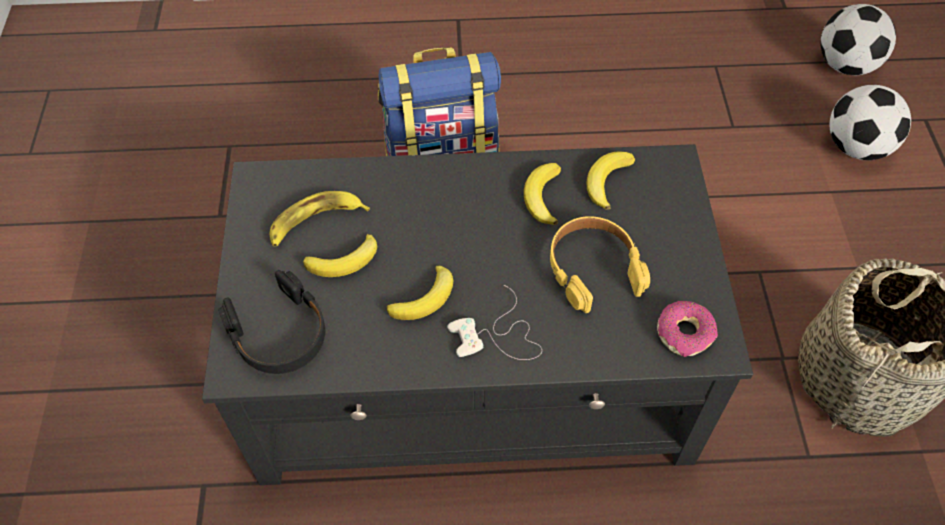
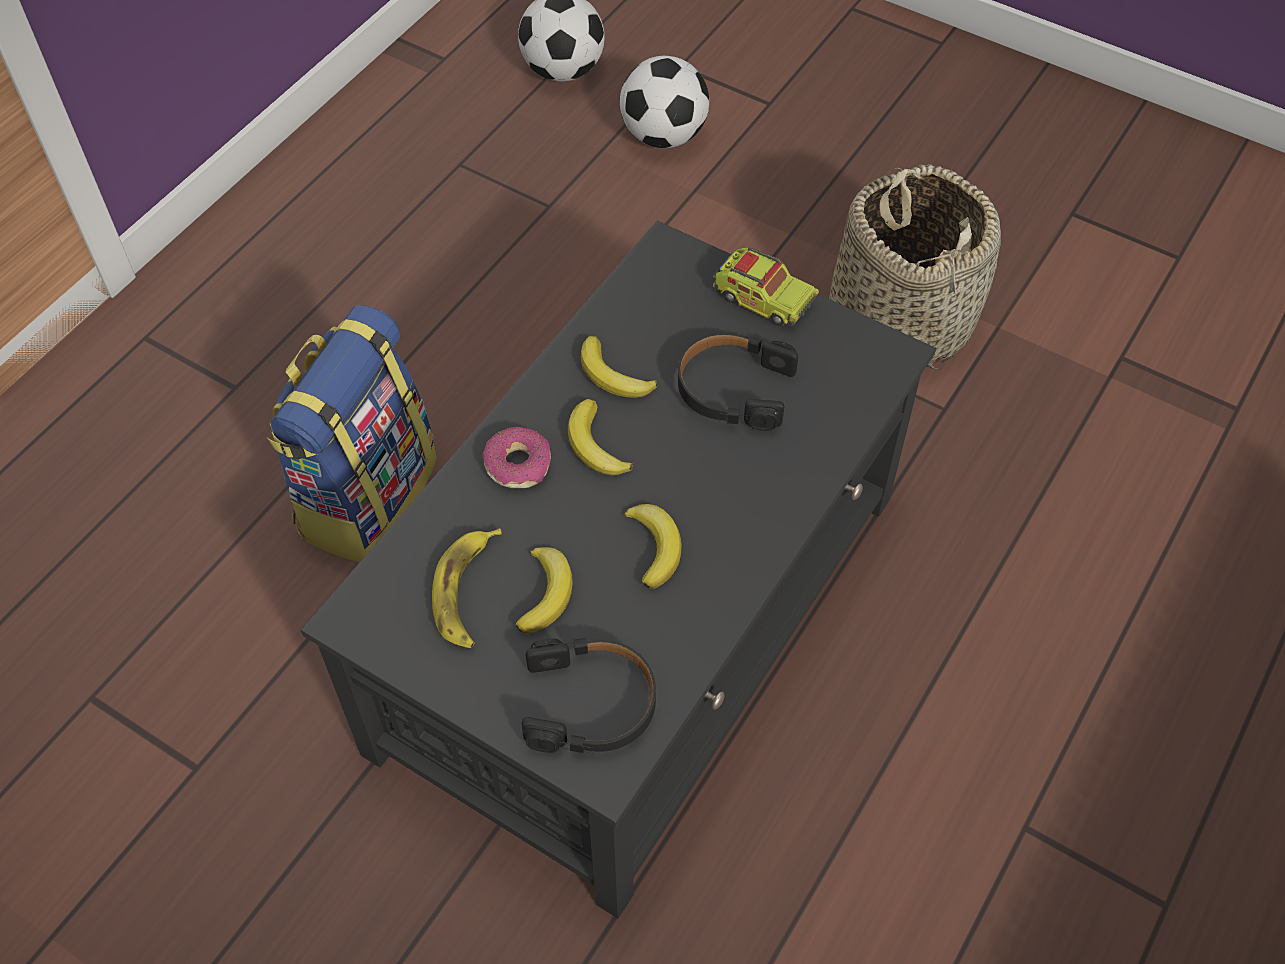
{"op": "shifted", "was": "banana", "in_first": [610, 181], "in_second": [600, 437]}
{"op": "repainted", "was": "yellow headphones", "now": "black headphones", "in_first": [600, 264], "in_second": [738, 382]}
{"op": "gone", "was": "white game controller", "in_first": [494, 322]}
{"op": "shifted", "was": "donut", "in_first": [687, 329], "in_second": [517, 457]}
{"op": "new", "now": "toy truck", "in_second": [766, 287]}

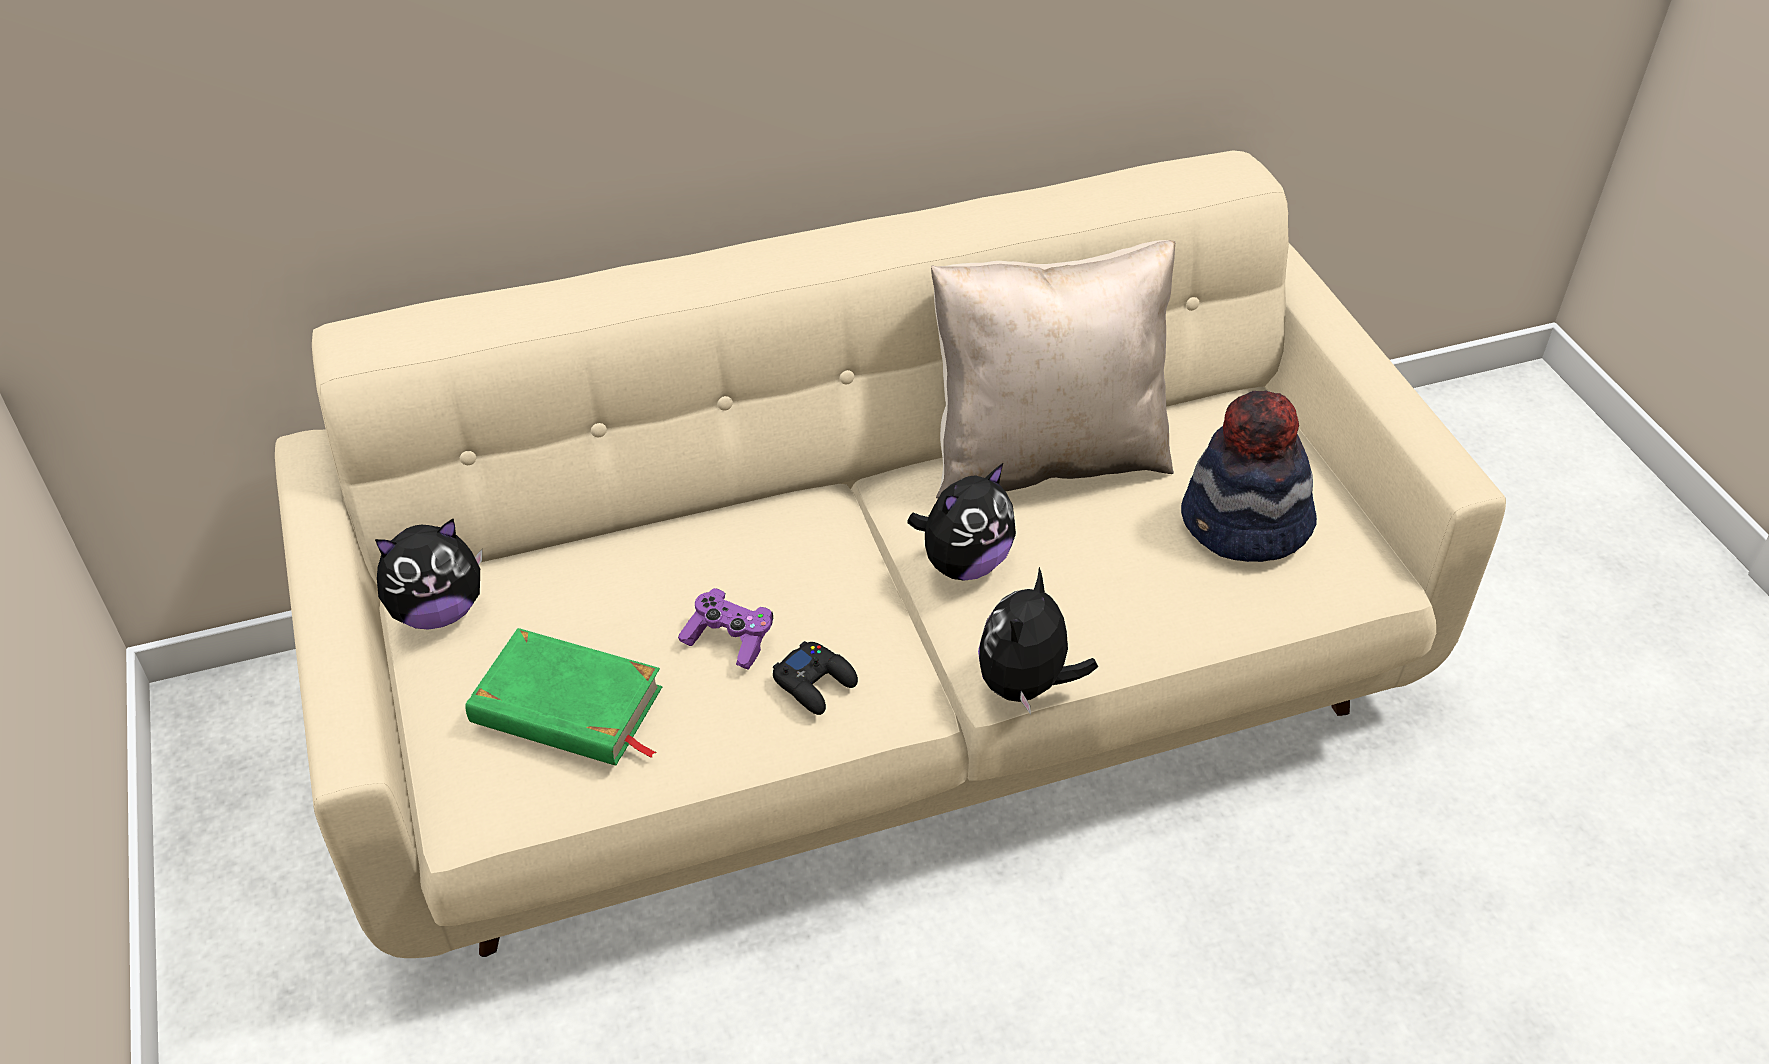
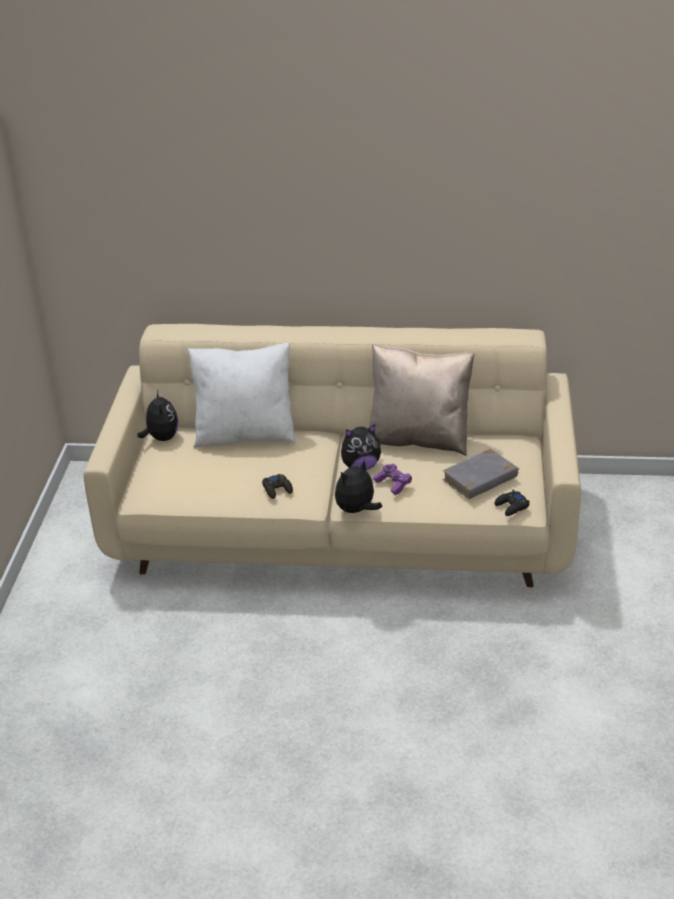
{"op": "swapped", "was": "hat", "now": "grey book", "in_first": [1249, 476], "in_second": [480, 474]}
{"op": "rotated", "was": "plush toy", "in_first": [428, 574], "in_second": [158, 415], "clockwise": -105}
{"op": "shifted", "was": "purple game controller", "in_first": [725, 629], "in_second": [392, 479]}
{"op": "gone", "was": "green book", "in_first": [563, 697]}
{"op": "new", "now": "white pillow", "in_second": [241, 395]}
{"op": "new", "now": "black game controller", "in_second": [512, 502]}

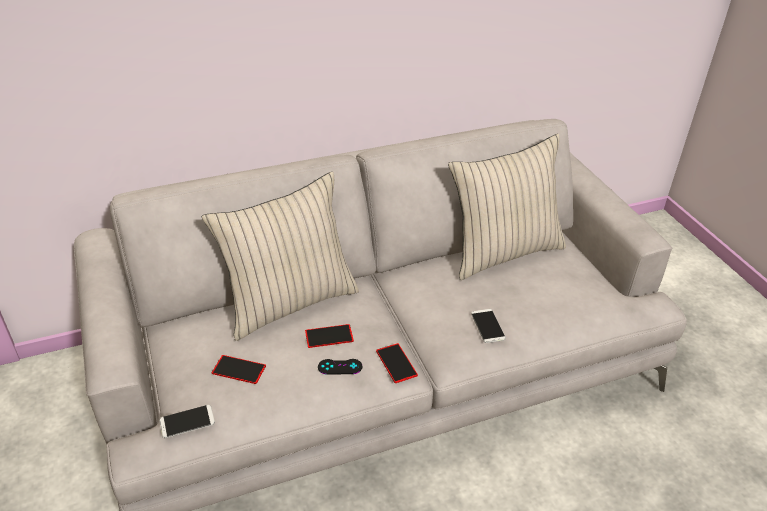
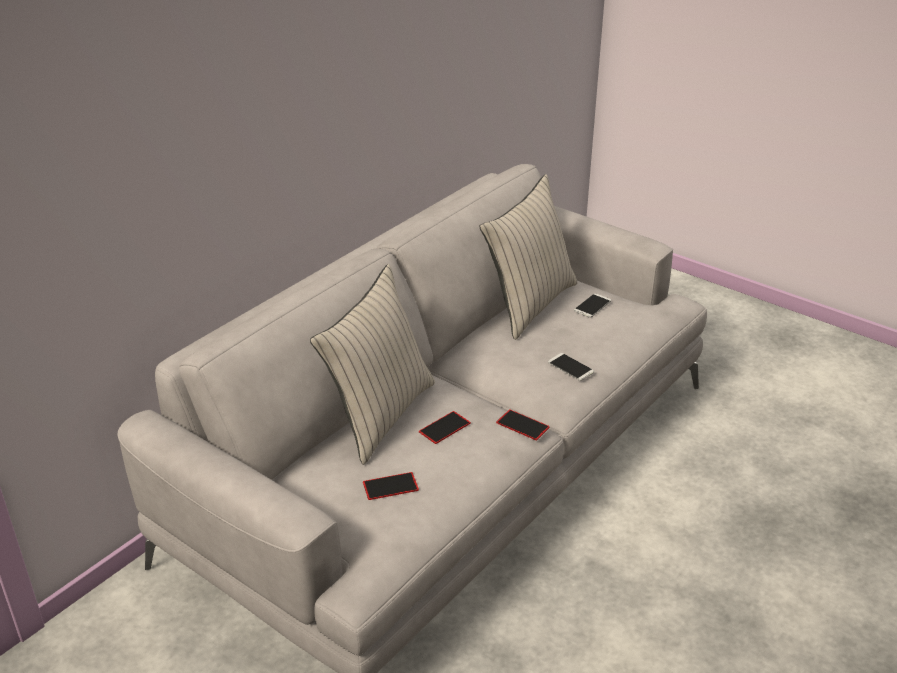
{"op": "gone", "was": "black game controller", "in_first": [340, 367]}
{"op": "shifted", "was": "phone", "in_first": [187, 421], "in_second": [592, 306]}

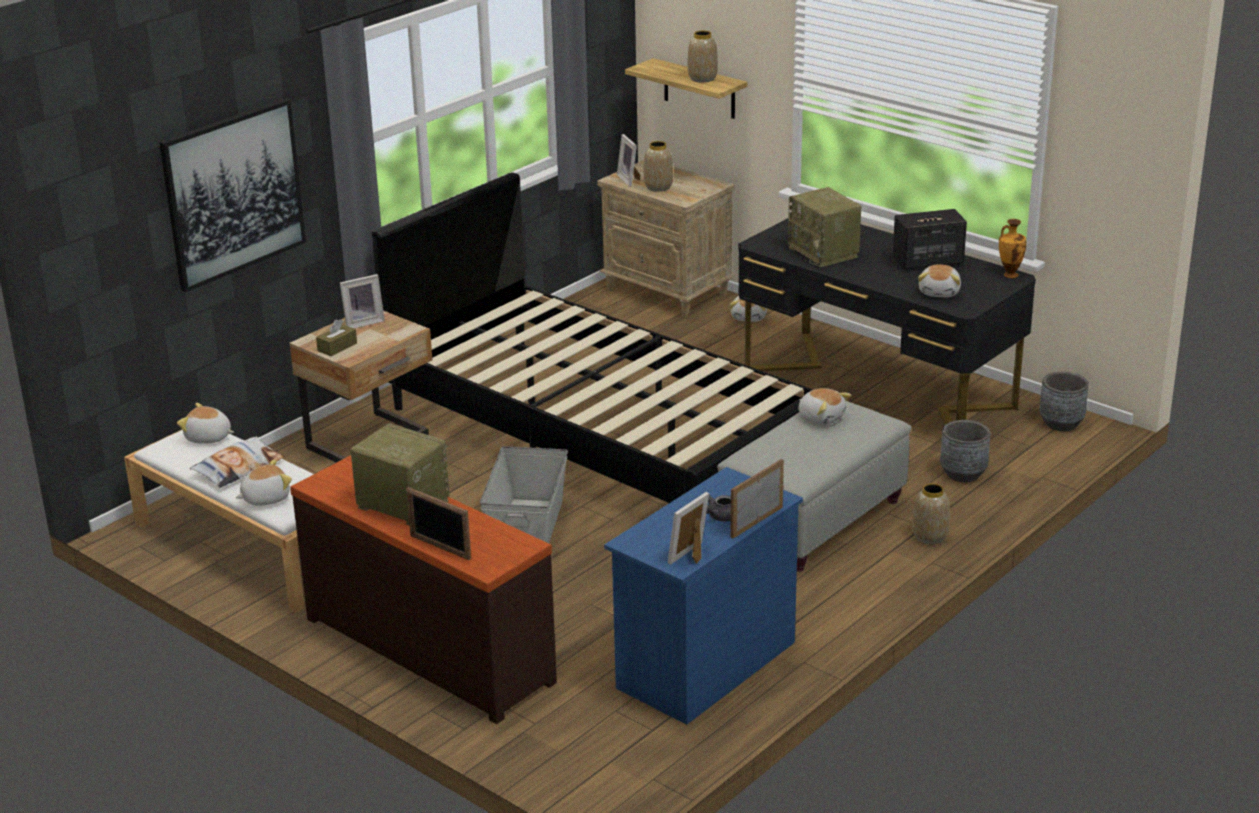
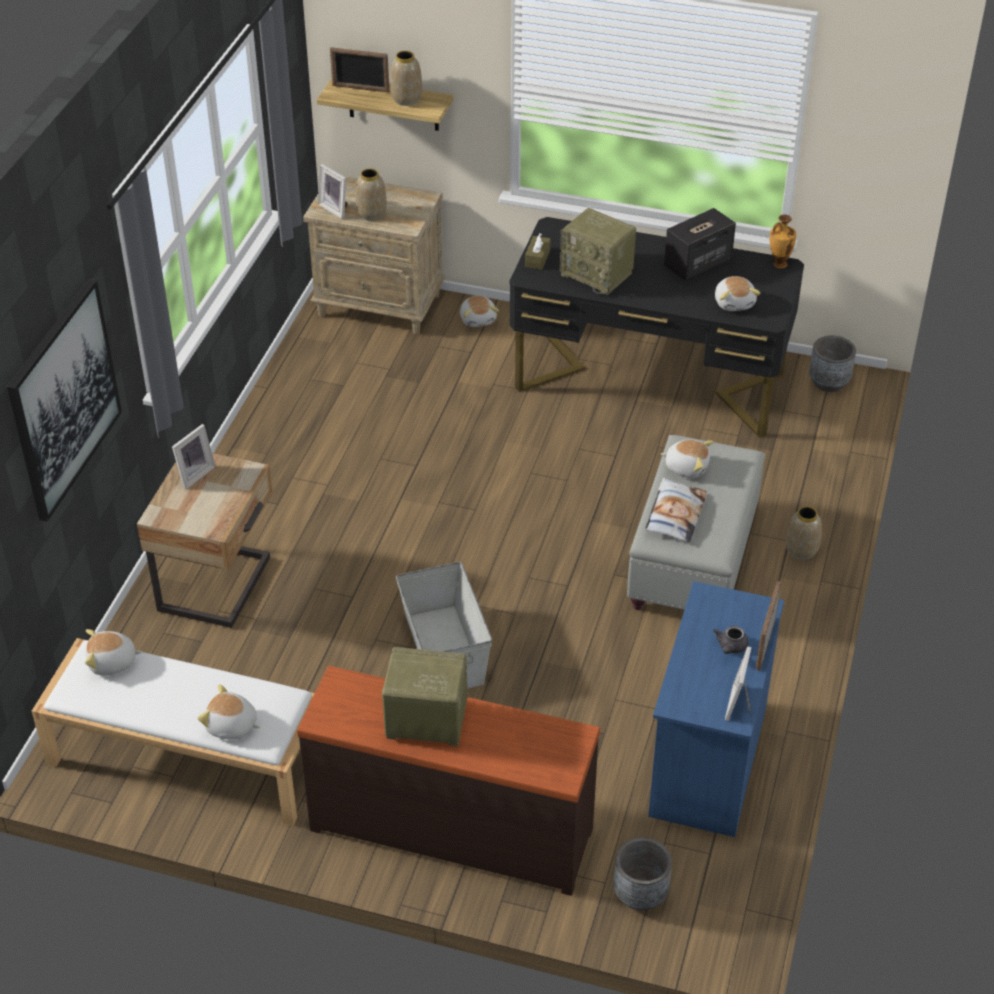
{"op": "gone", "was": "black bed", "in_first": [592, 337]}
{"op": "shifted", "was": "brown tissue box", "in_first": [336, 337], "in_second": [537, 251]}
{"op": "shifted", "was": "grey planter", "in_first": [965, 451], "in_second": [642, 874]}
{"op": "shifted", "was": "pillow", "in_first": [237, 462], "in_second": [676, 510]}
{"op": "rotated", "was": "plush toy", "in_first": [263, 482], "in_second": [229, 711], "clockwise": -105}
{"op": "shifted", "was": "picture frame", "in_first": [438, 523], "in_second": [359, 69]}

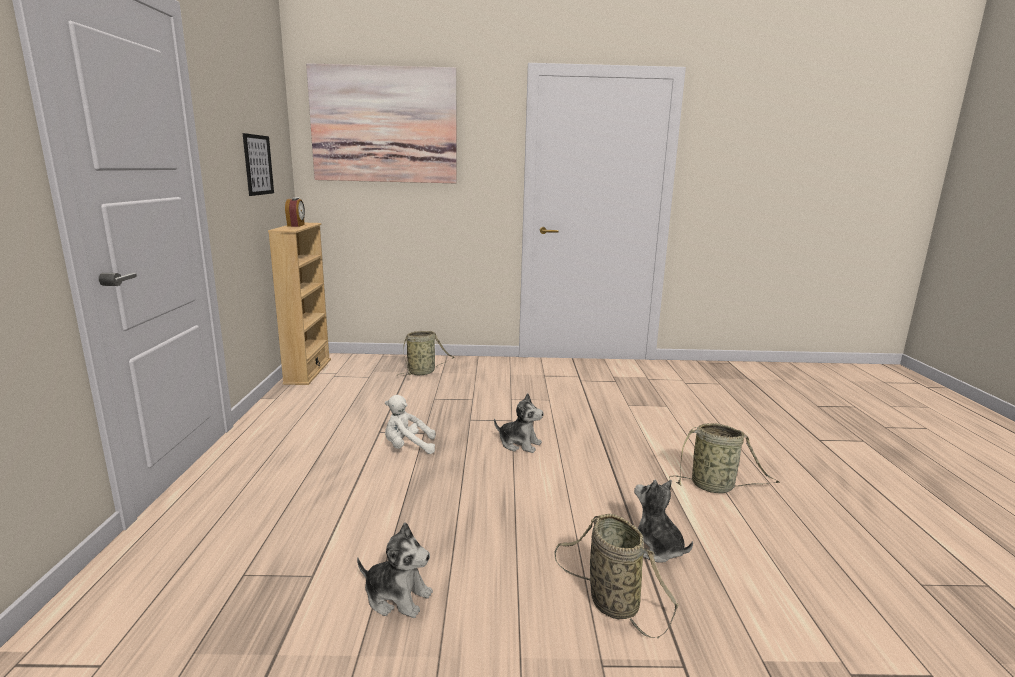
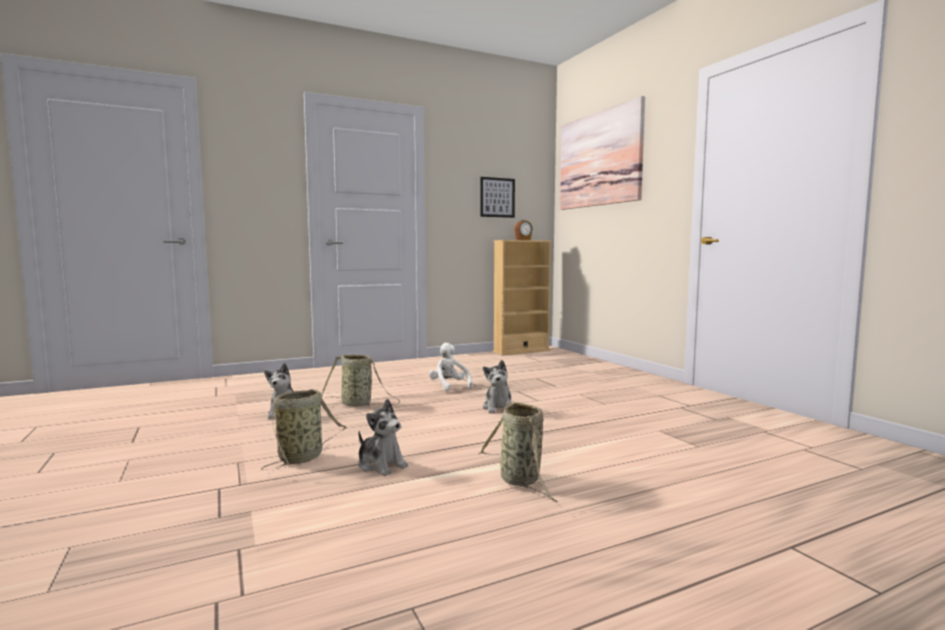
{"op": "shifted", "was": "basket", "in_first": [426, 353], "in_second": [360, 381]}
{"op": "rotated", "was": "plush toy", "in_first": [663, 521], "in_second": [383, 437], "clockwise": 105}

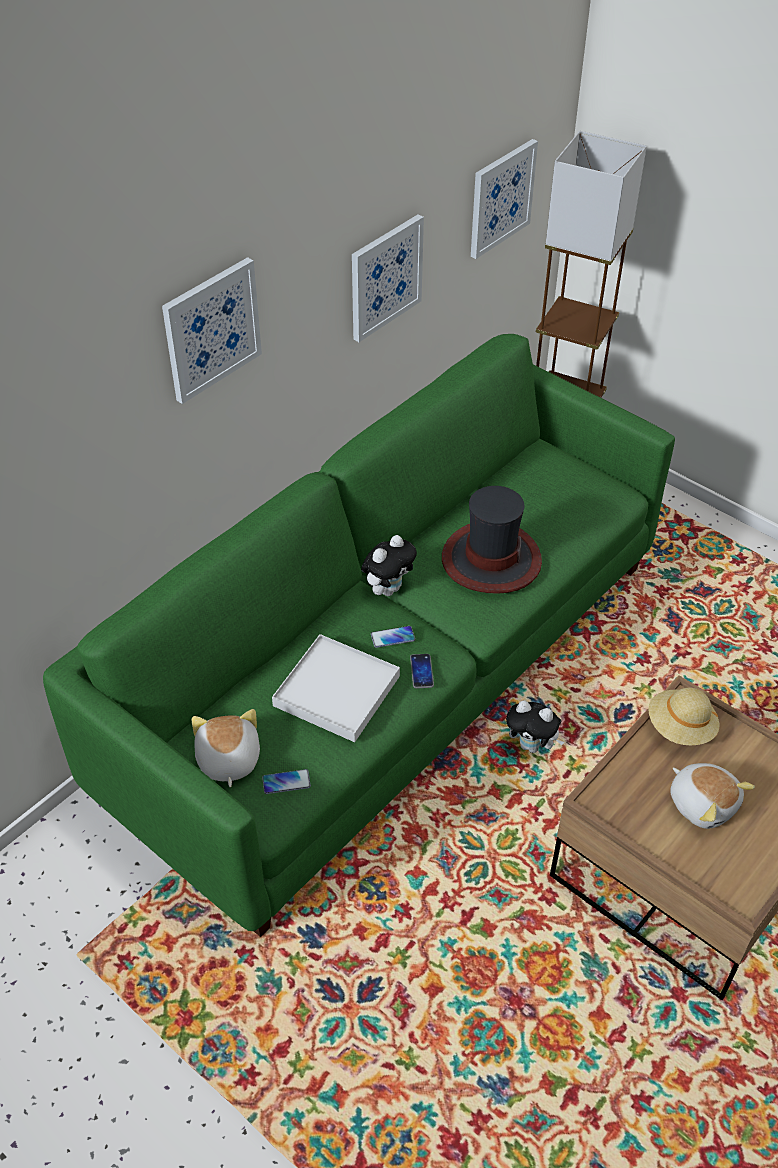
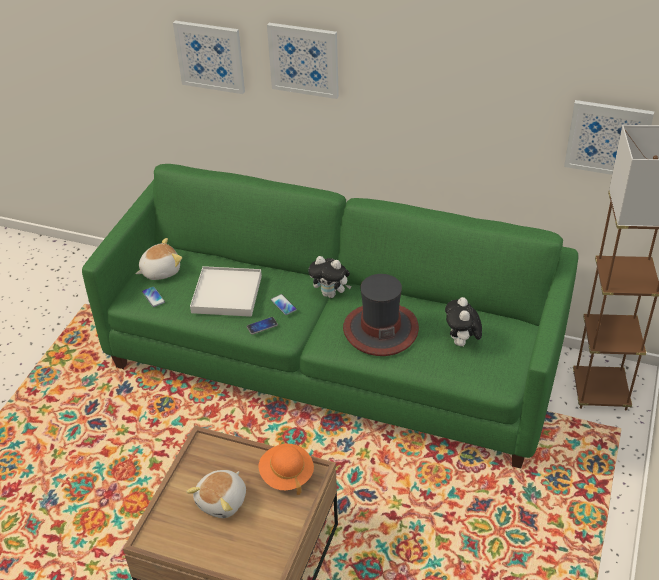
{"op": "shifted", "was": "picture", "in_first": [388, 278], "in_second": [209, 57]}
{"op": "repainted", "was": "beige hat", "now": "orange hat", "in_first": [683, 716], "in_second": [286, 469]}
{"op": "shifted", "was": "plush toy", "in_first": [535, 727], "in_second": [463, 321]}

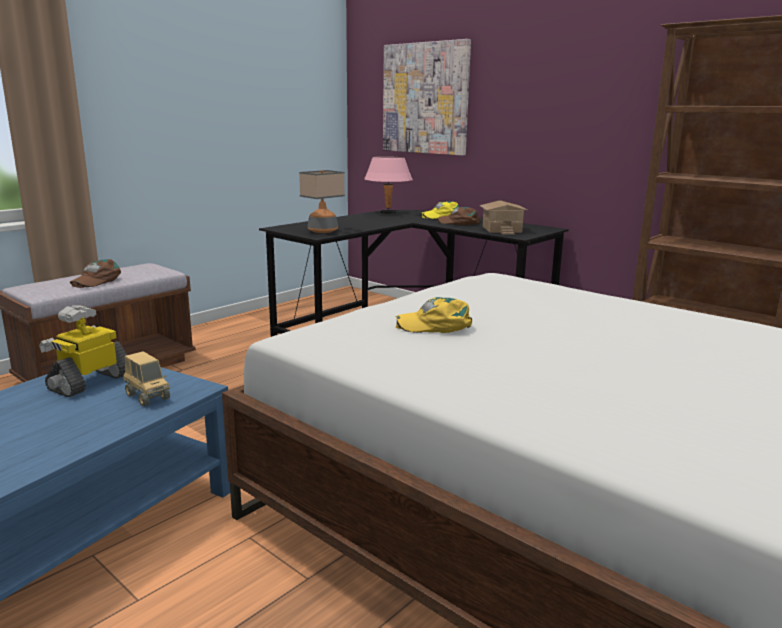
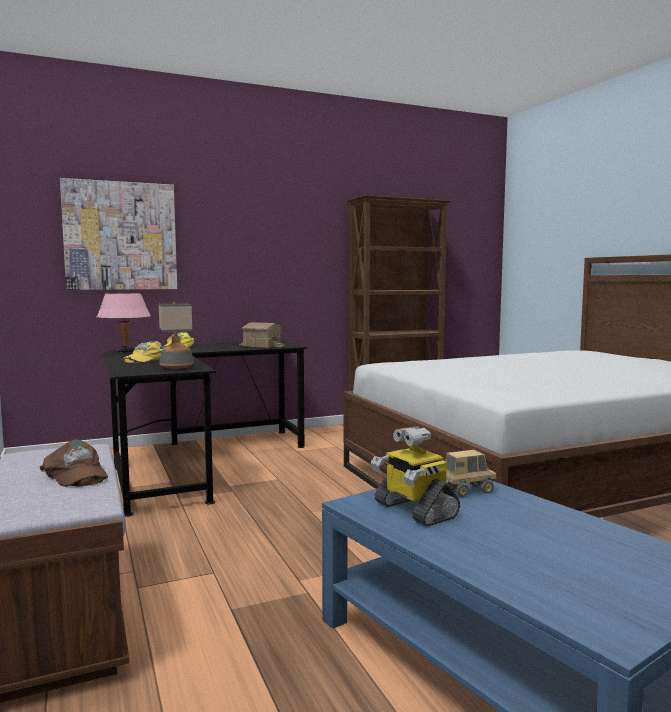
{"op": "gone", "was": "brown cap", "in_first": [459, 216]}
{"op": "shifted", "was": "yellow cap", "in_first": [434, 315], "in_second": [143, 352]}

